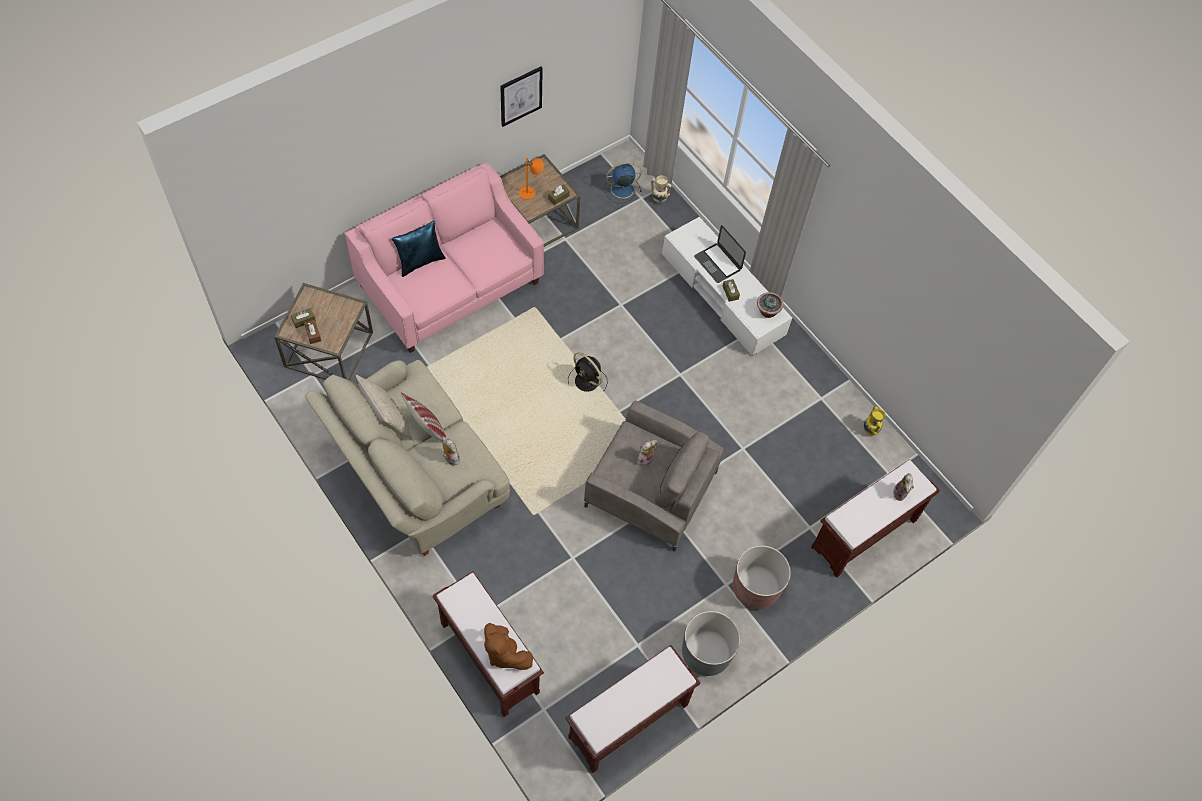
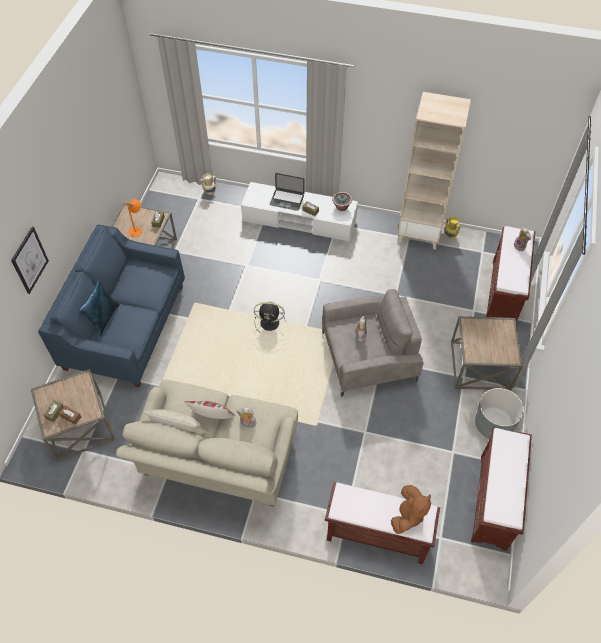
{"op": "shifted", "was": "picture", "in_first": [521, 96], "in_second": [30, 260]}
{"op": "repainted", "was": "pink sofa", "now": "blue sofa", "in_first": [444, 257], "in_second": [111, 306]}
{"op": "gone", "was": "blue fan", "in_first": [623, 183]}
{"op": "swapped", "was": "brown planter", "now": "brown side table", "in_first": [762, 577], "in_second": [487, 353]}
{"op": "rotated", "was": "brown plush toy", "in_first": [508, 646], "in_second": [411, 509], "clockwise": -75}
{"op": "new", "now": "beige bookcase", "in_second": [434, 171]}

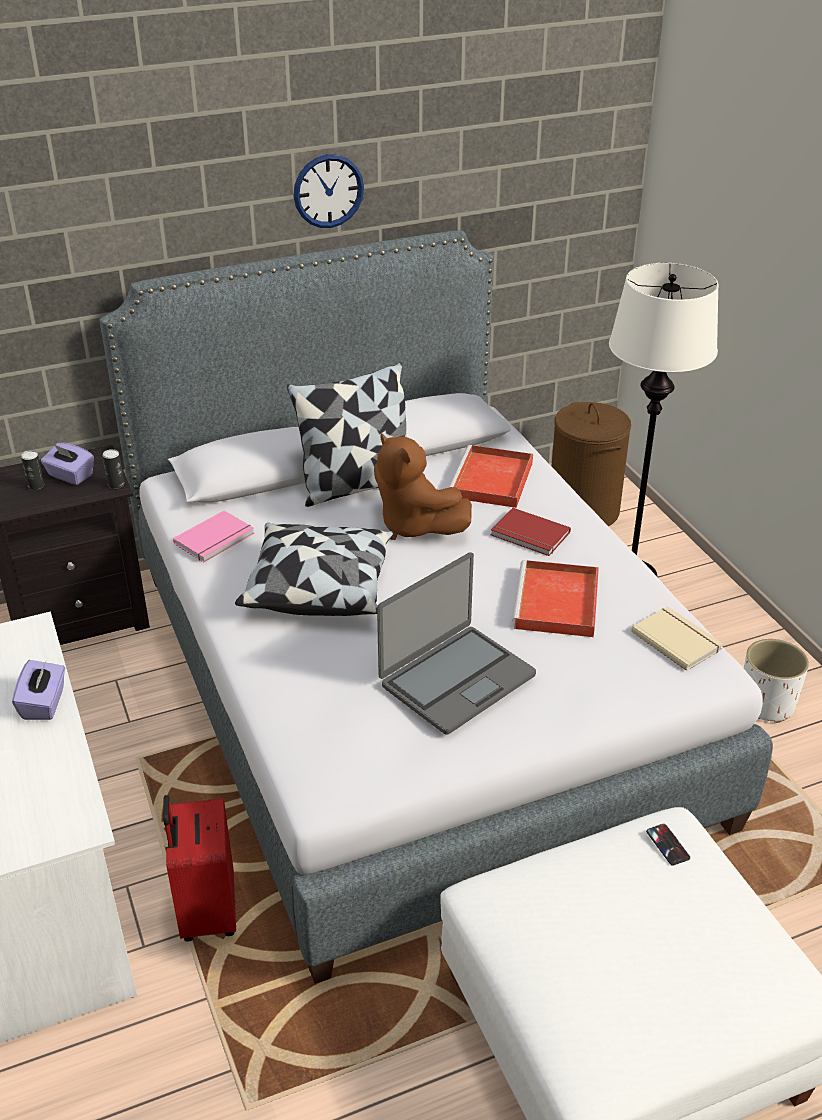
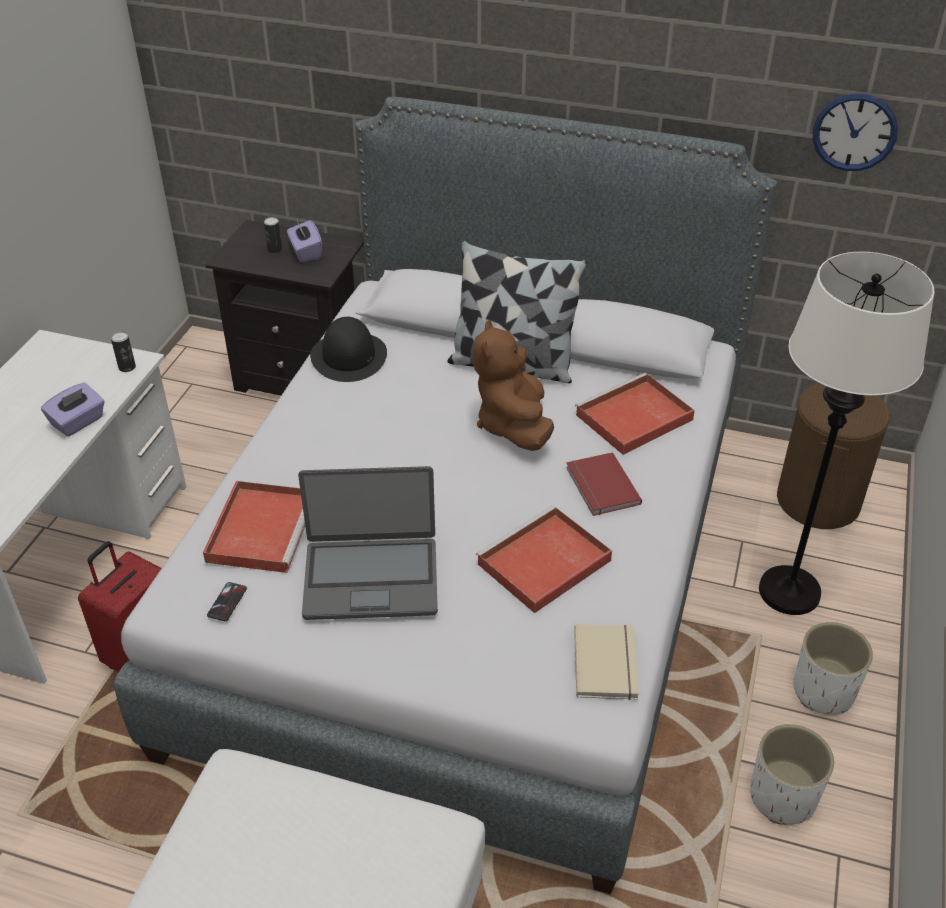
{"op": "shifted", "was": "wall clock", "in_first": [328, 191], "in_second": [855, 132]}
{"op": "shifted", "was": "can", "in_first": [113, 469], "in_second": [123, 351]}
{"op": "swapped", "was": "pink book", "now": "black hat", "in_first": [214, 536], "in_second": [348, 349]}
{"op": "gone", "was": "pillow", "in_first": [314, 569]}
{"op": "shifted", "was": "phone", "in_first": [668, 845], "in_second": [227, 601]}
{"op": "new", "now": "red tray", "in_second": [254, 527]}
{"op": "new", "now": "white planter", "in_second": [833, 668]}

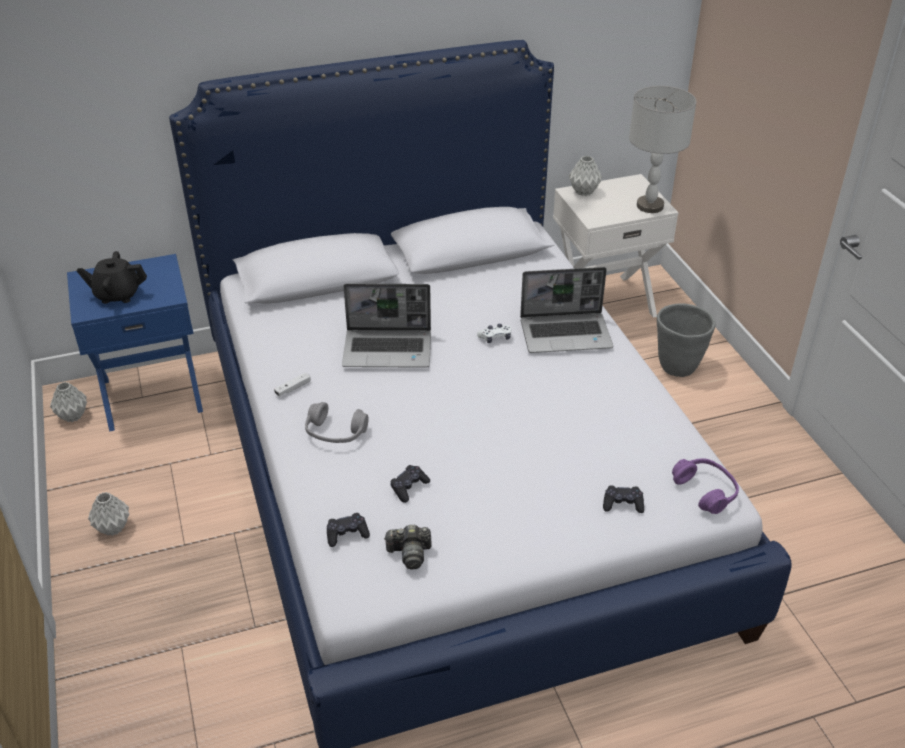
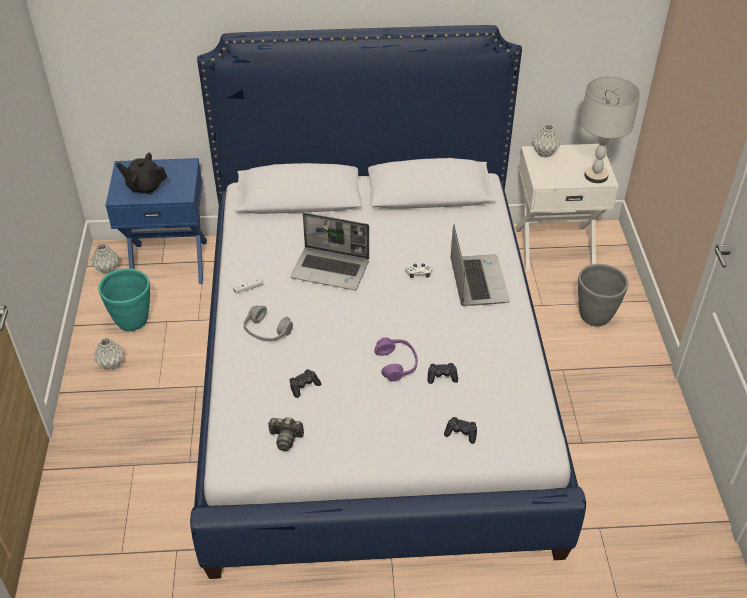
{"op": "rotated", "was": "laptop", "in_first": [566, 310], "in_second": [480, 265], "clockwise": -105}
{"op": "shifted", "was": "purple headphones", "in_first": [705, 486], "in_second": [396, 359]}
{"op": "shifted", "was": "black game controller", "in_first": [348, 530], "in_second": [442, 373]}
{"op": "new", "now": "turquoise planter", "in_second": [124, 300]}

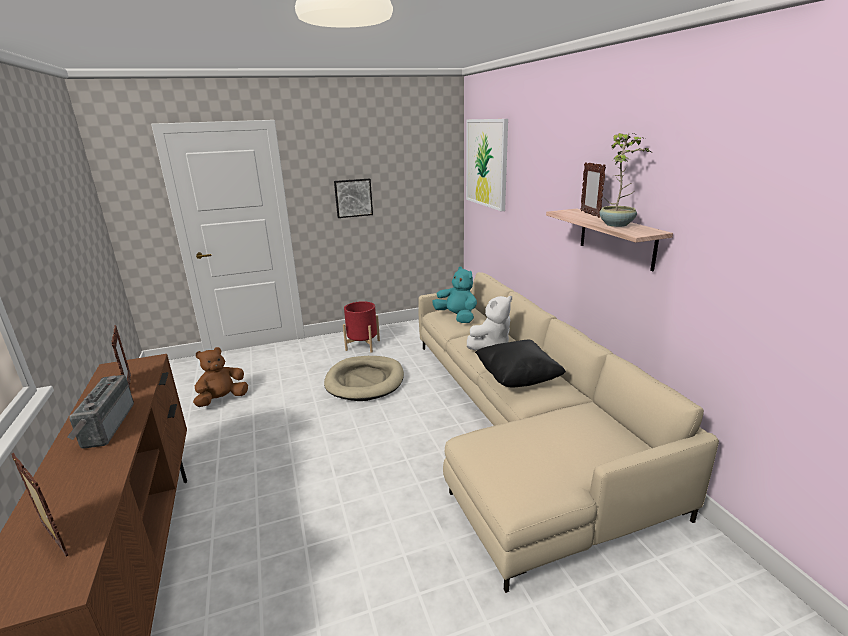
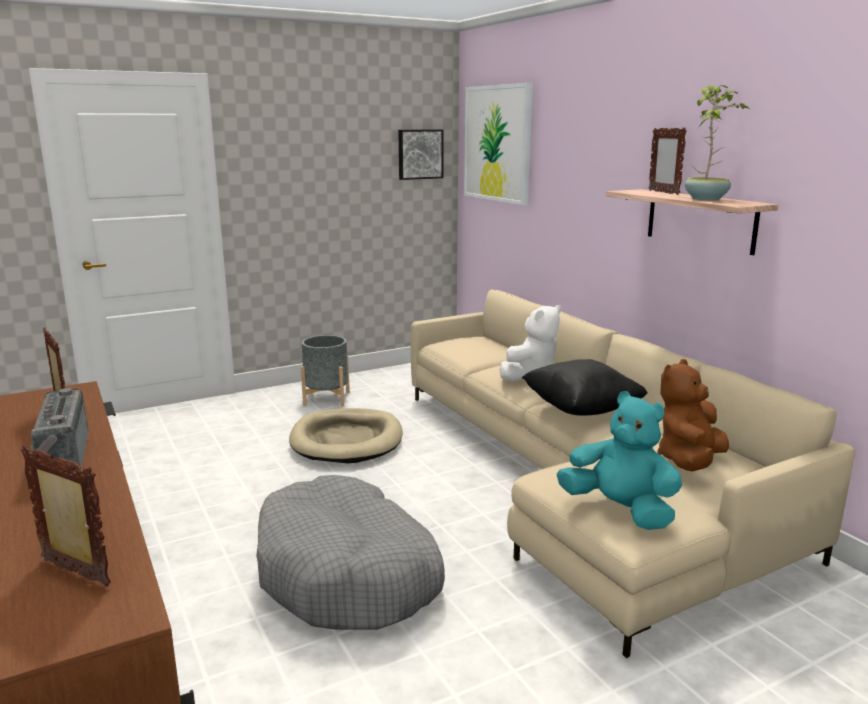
{"op": "shifted", "was": "picture", "in_first": [353, 198], "in_second": [421, 155]}
{"op": "shifted", "was": "turquoise plush toy", "in_first": [454, 295], "in_second": [619, 460]}
{"op": "repainted", "was": "red planter", "now": "grey planter", "in_first": [361, 326], "in_second": [325, 371]}
{"op": "shifted", "was": "brown plush toy", "in_first": [220, 377], "in_second": [693, 415]}
{"op": "new", "now": "grey dog bed", "in_second": [350, 552]}

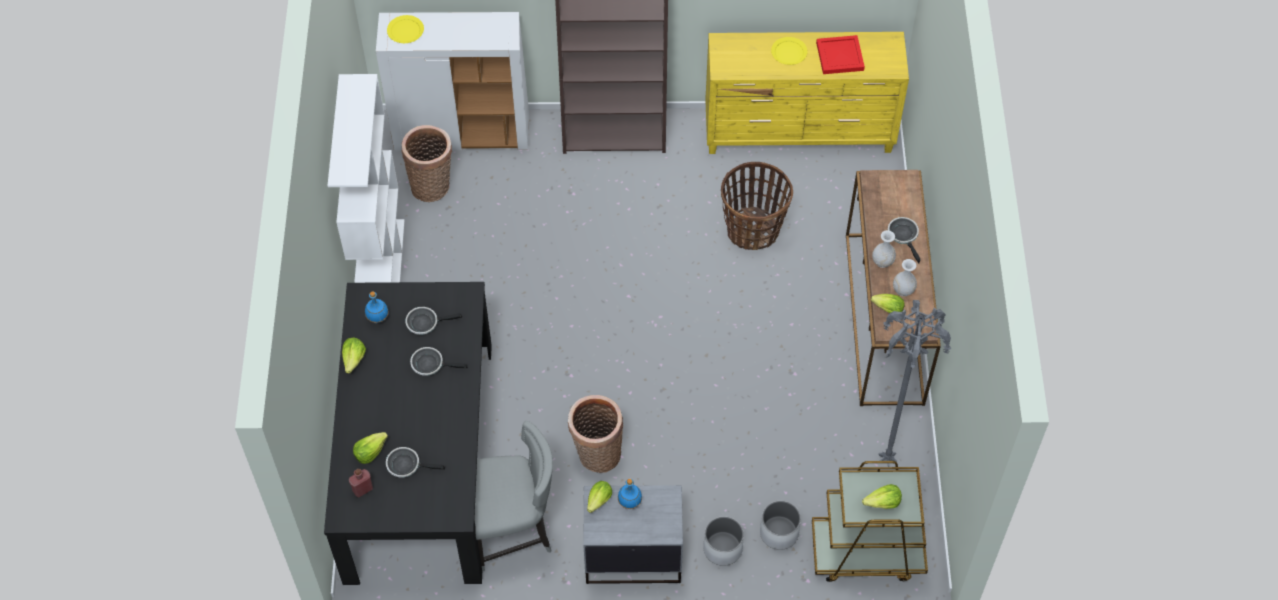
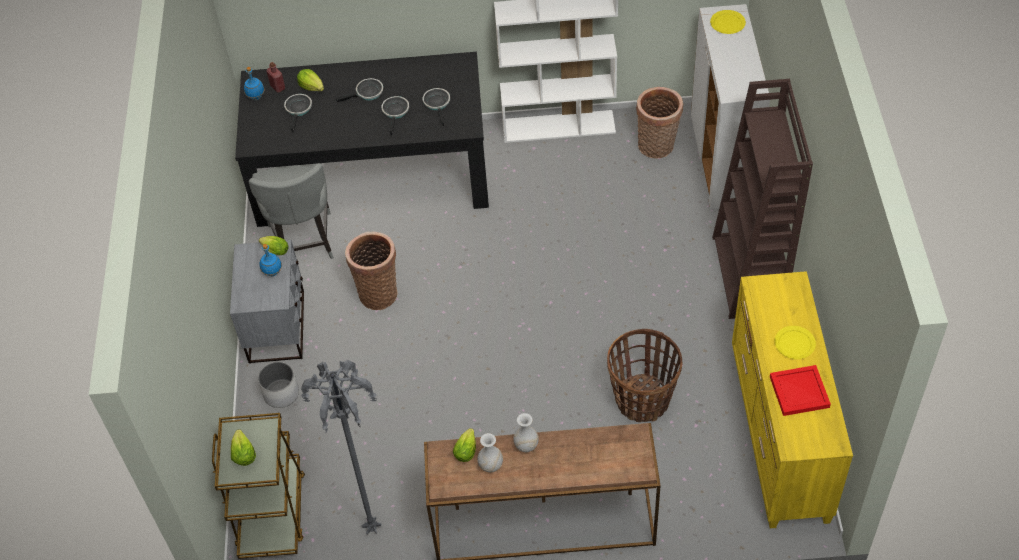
{"op": "shifted", "was": "frying pan", "in_first": [904, 240], "in_second": [359, 90]}
{"op": "shifted", "was": "blue bottle", "in_first": [377, 307], "in_second": [254, 83]}
{"op": "gone", "was": "lettuce", "in_first": [354, 355]}
{"op": "gone", "was": "white planter", "in_first": [780, 525]}

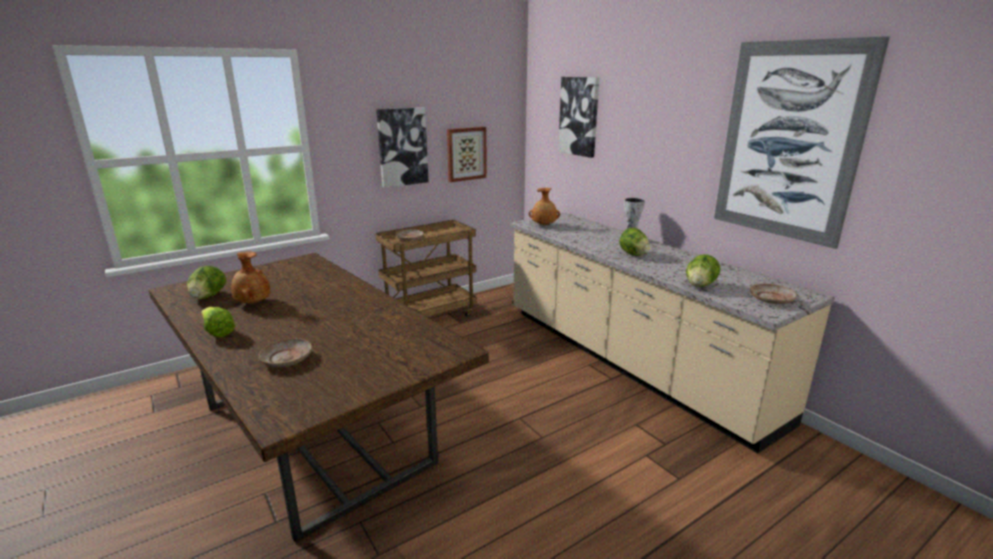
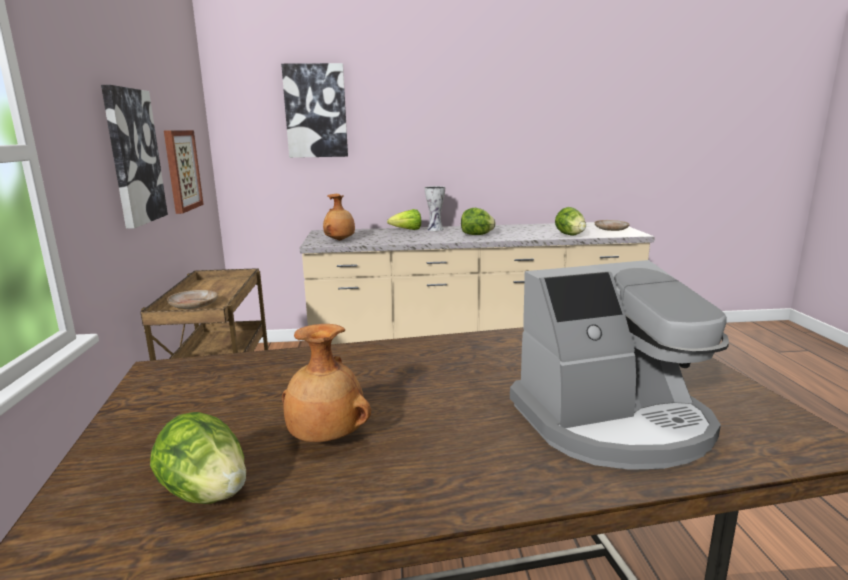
{"op": "gone", "was": "picture", "in_first": [802, 142]}
{"op": "shifted", "was": "lettuce", "in_first": [218, 322], "in_second": [404, 219]}
{"op": "swapped", "was": "beige plate", "now": "coffee machine", "in_first": [285, 352], "in_second": [619, 365]}

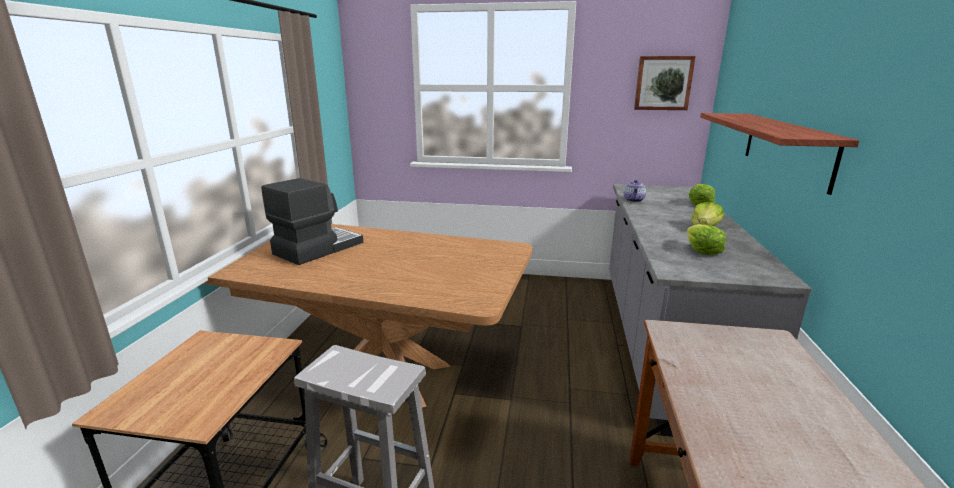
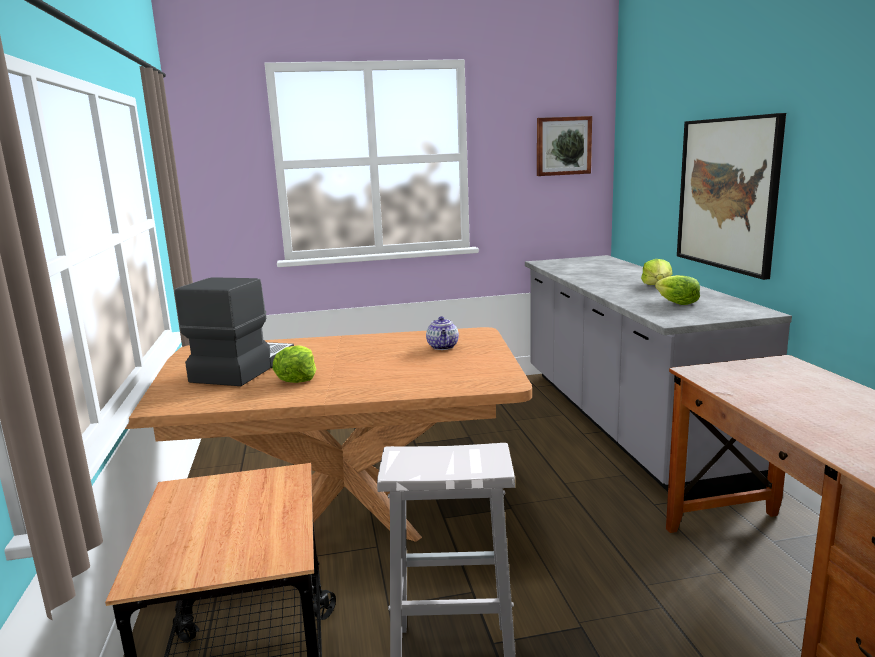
{"op": "swapped", "was": "shelf", "now": "picture", "in_first": [780, 154], "in_second": [731, 196]}
{"op": "shifted", "was": "teapot", "in_first": [635, 191], "in_second": [442, 333]}
{"op": "shifted", "was": "lettuce", "in_first": [702, 194], "in_second": [294, 364]}

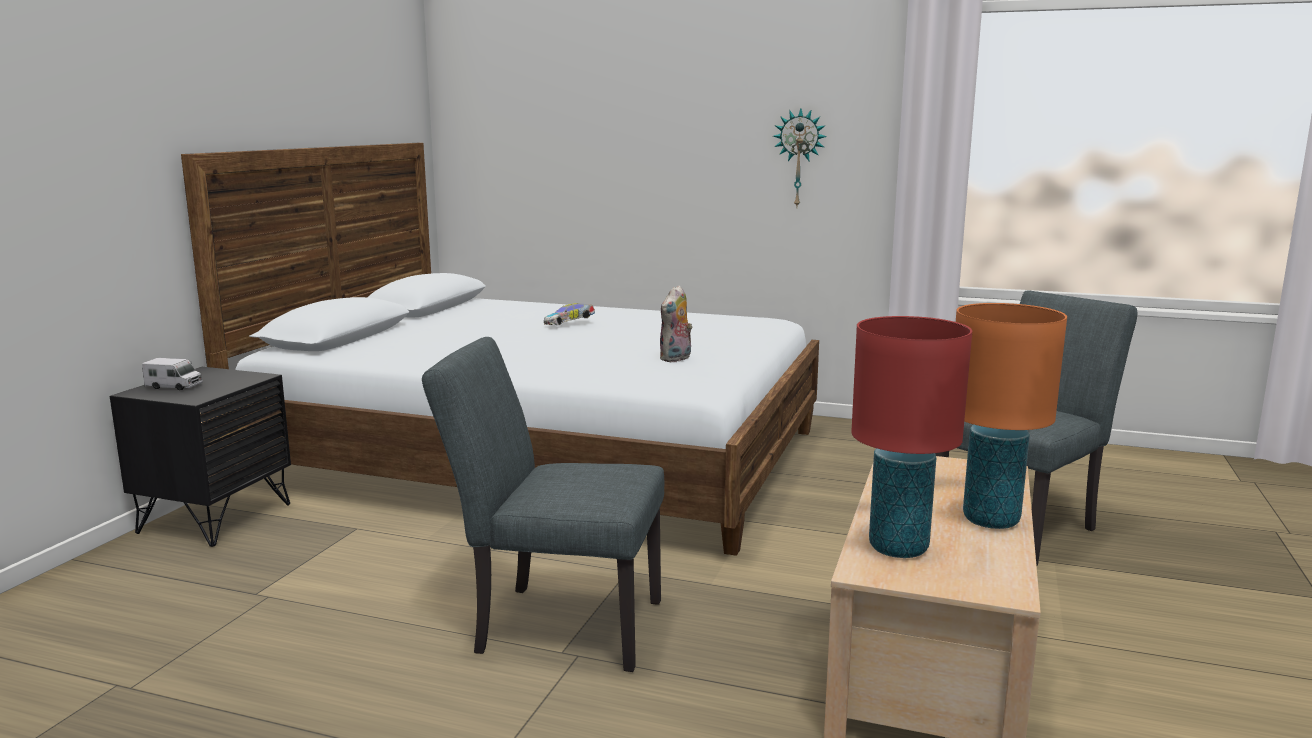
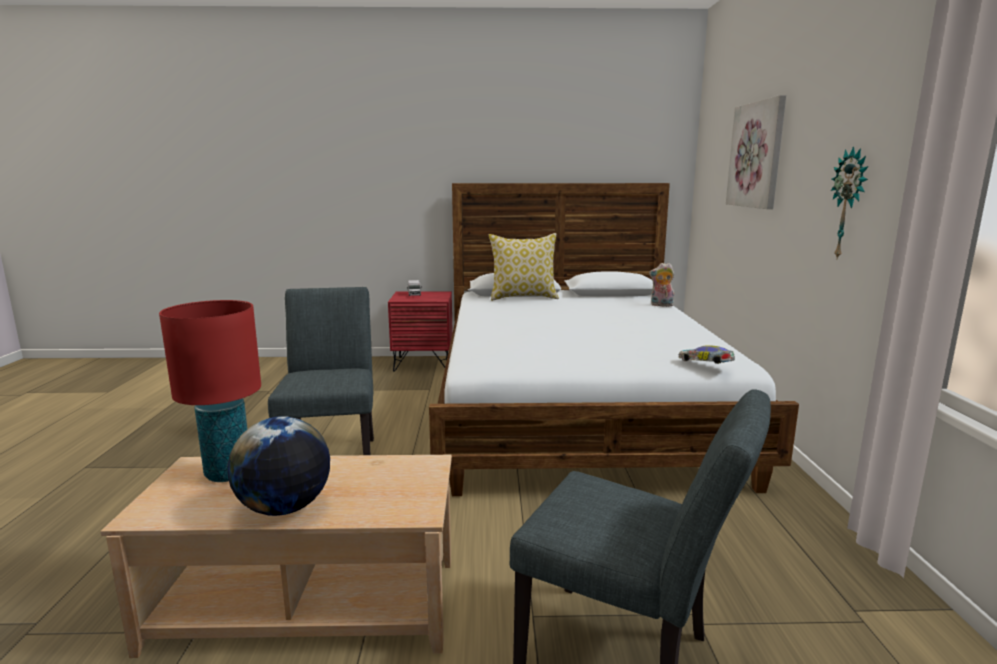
{"op": "shifted", "was": "plush toy", "in_first": [676, 323], "in_second": [661, 285]}
{"op": "shifted", "was": "toy car", "in_first": [569, 314], "in_second": [706, 354]}
{"op": "swapped", "was": "orange table lamp", "now": "globe", "in_first": [1011, 416], "in_second": [279, 466]}
{"op": "repainted", "was": "black nightstand", "now": "red nightstand", "in_first": [200, 457], "in_second": [420, 331]}
{"op": "new", "now": "picture", "in_second": [756, 152]}
{"op": "new", "now": "pillow", "in_second": [524, 267]}

